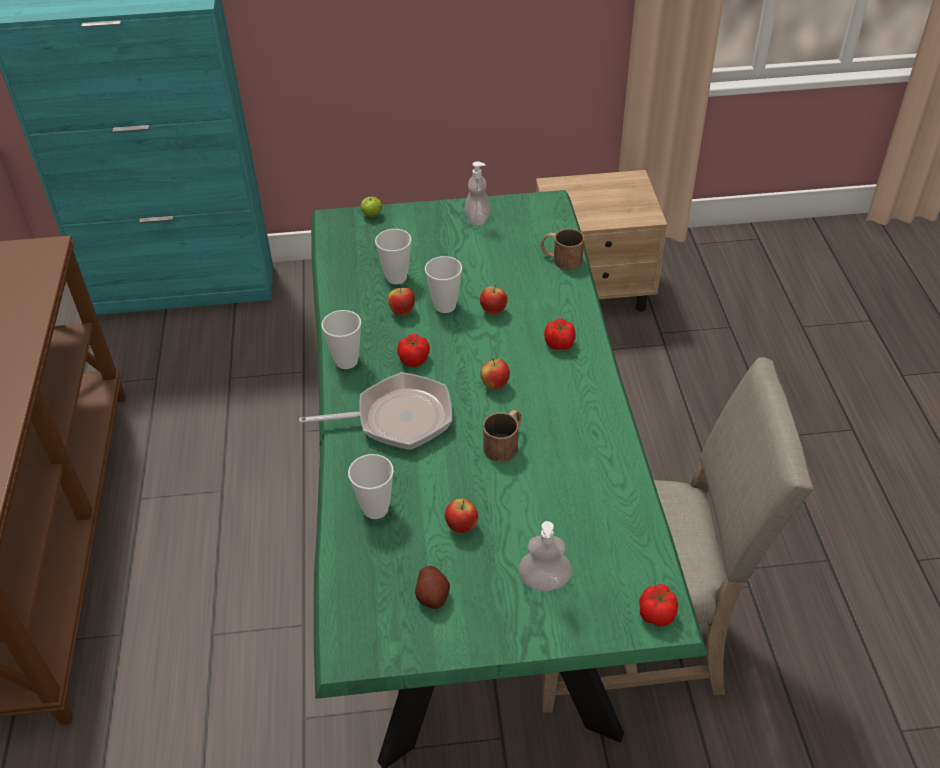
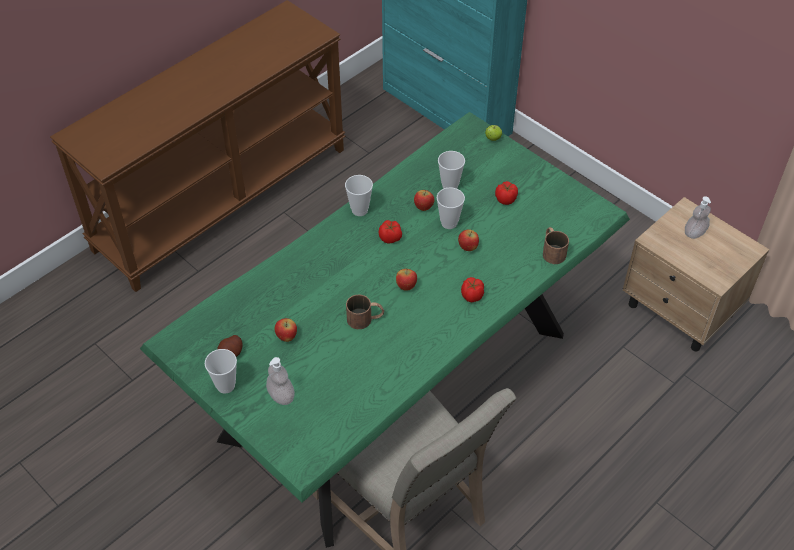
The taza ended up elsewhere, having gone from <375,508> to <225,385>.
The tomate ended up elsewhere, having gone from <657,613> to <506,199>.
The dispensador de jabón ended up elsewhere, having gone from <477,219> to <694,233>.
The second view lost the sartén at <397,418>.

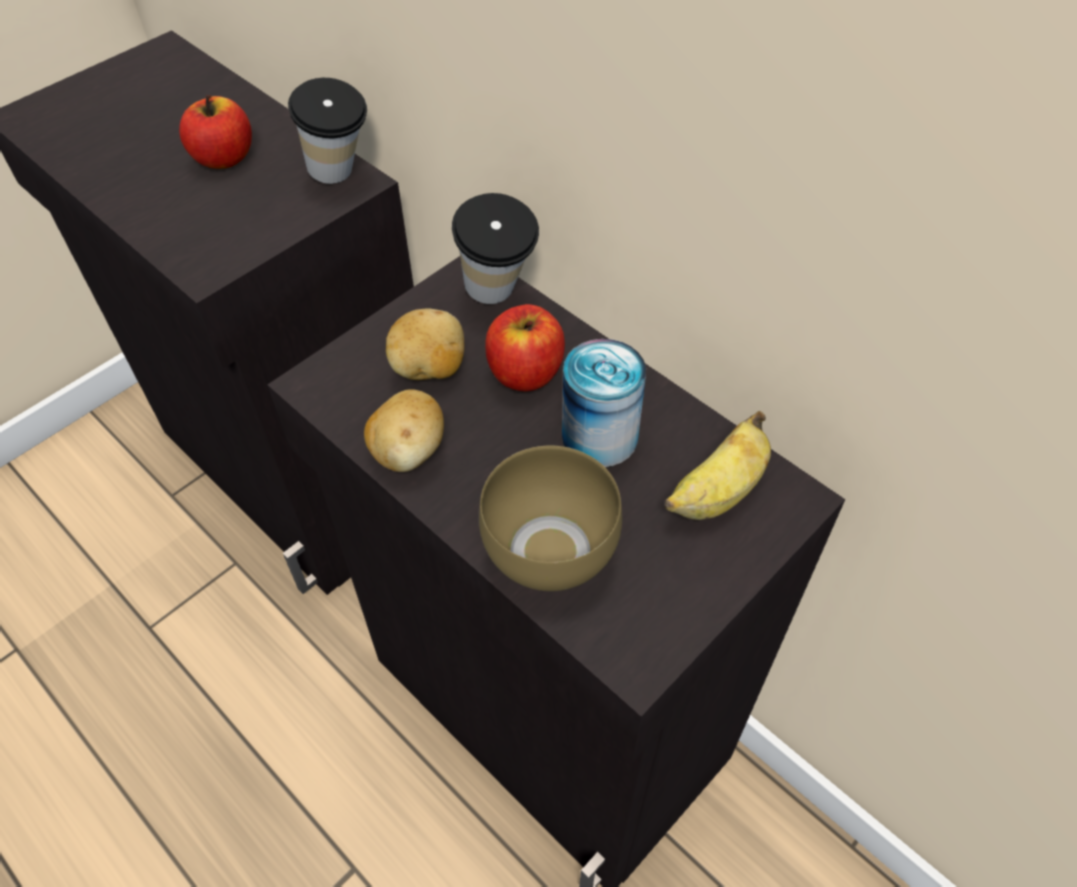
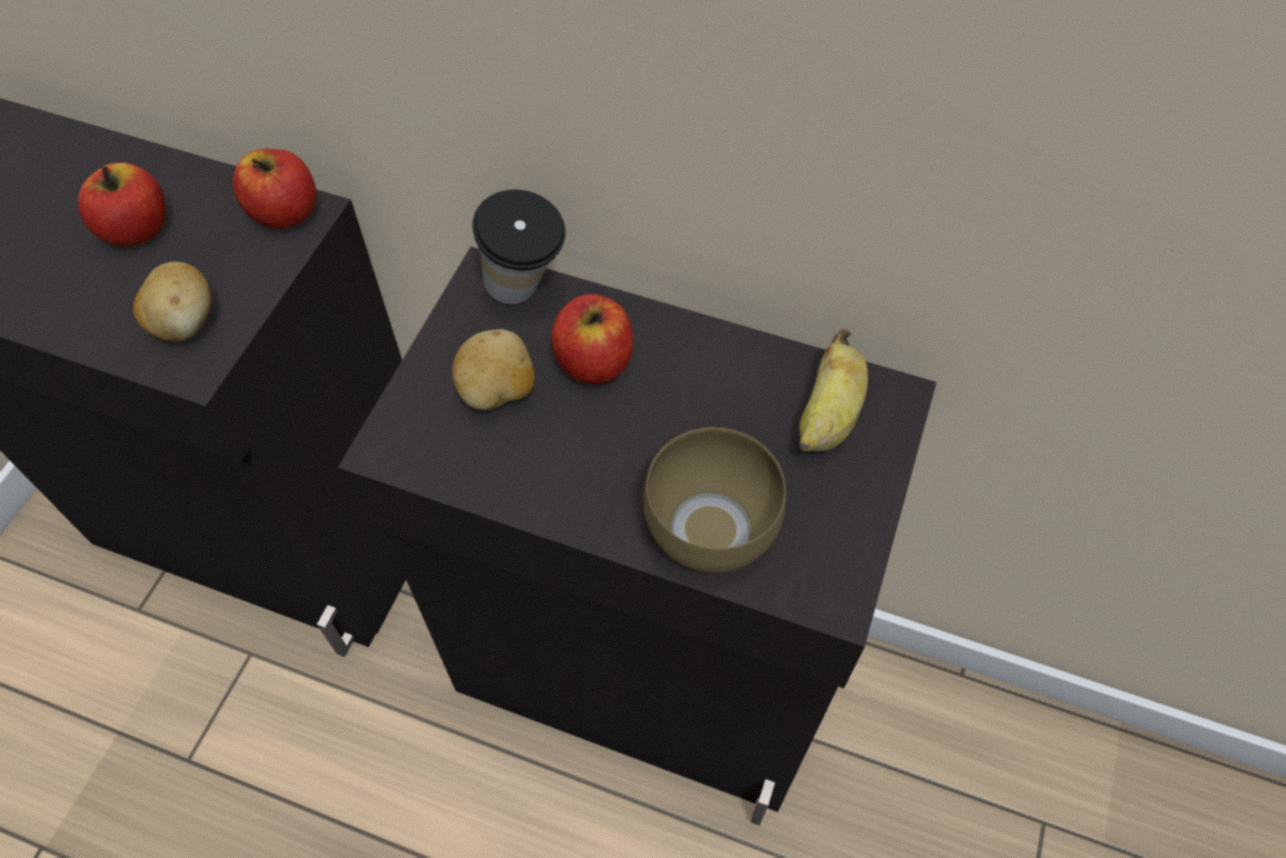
The patata ended up elsewhere, having gone from <409,452> to <185,323>.
Where the taza stood at <341,177>, the manzana came to stand at <285,212>.
The second view lost the lata at <599,436>.

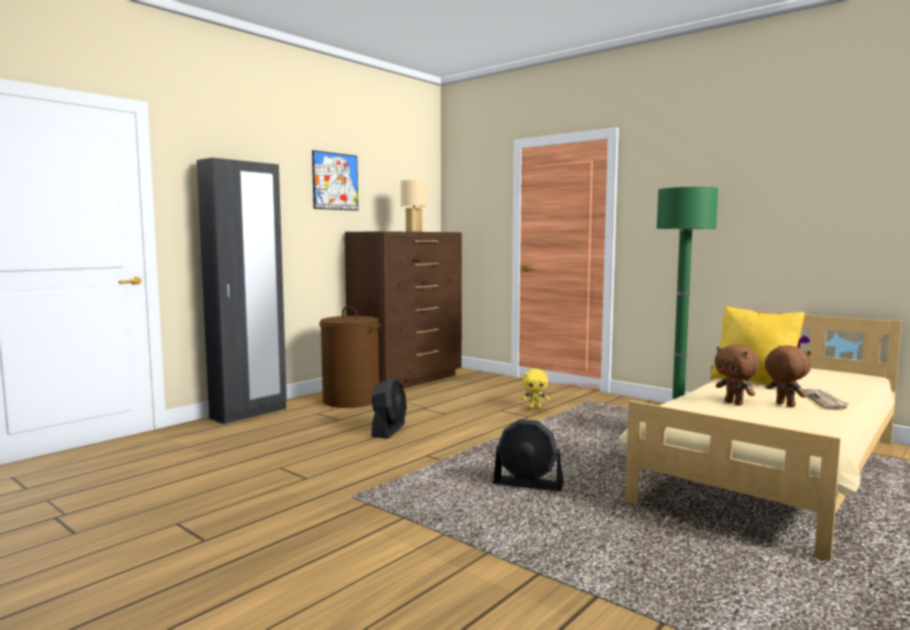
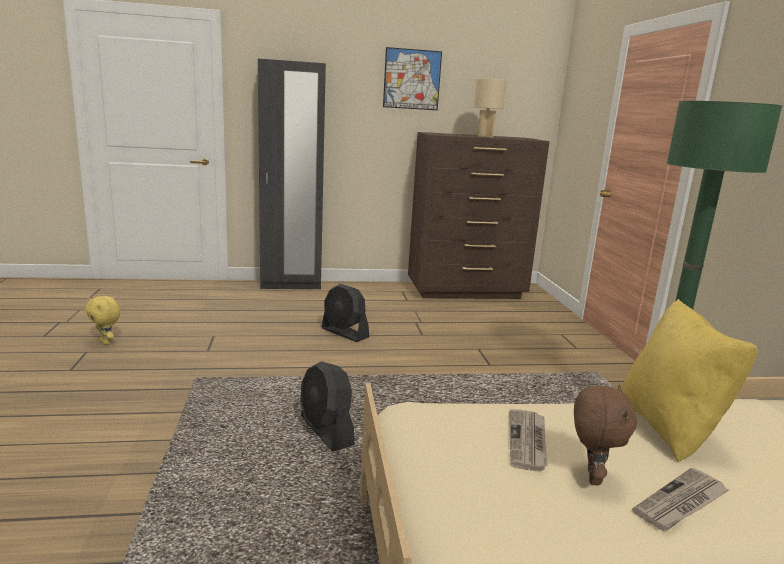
The peluche [amarillo] ended up elsewhere, having gone from <535,408> to <106,342>.
The ventilador [negro] at <389,430> ended up facing another way, 75 degrees clockwise from before.
Where the peluche [marrón] stood at <734,403>, the periódico came to stand at <528,442>.
The second view lost the cesto de la ropa [marrón] at <351,400>.

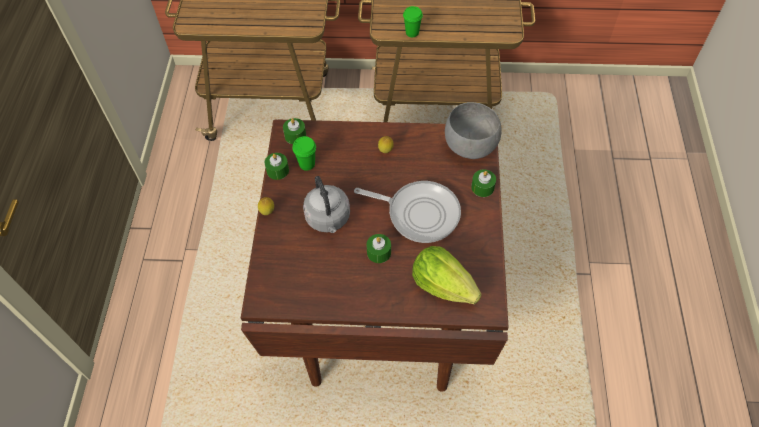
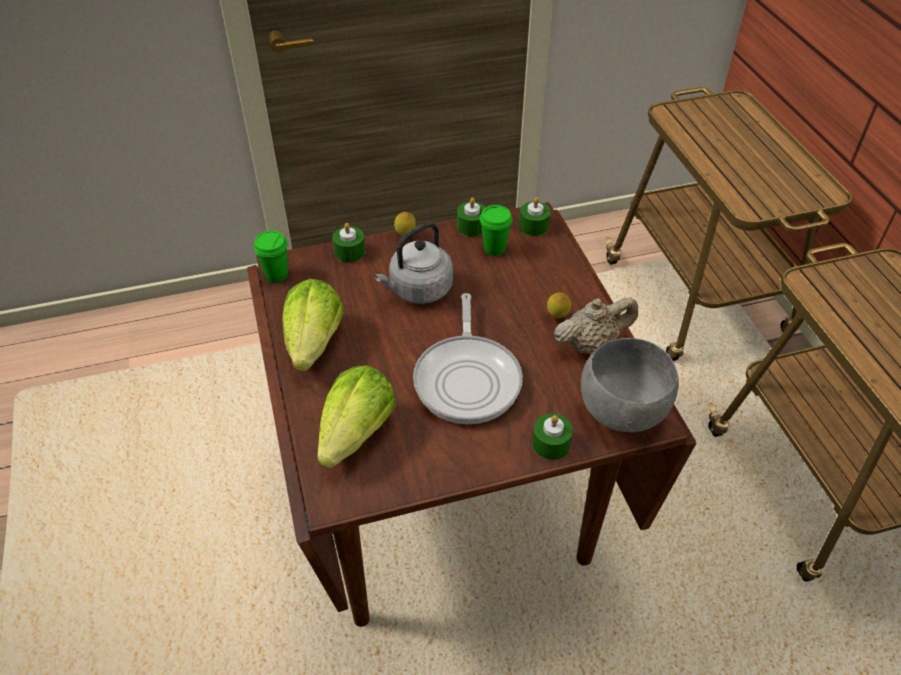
The taza [verde] ended up elsewhere, having gone from <412,32> to <276,275>.
The second view gained the lechuga at <314,343>.
The vela [verde] ended up elsewhere, having gone from <379,252> to <350,252>.
The second view gained the tetera [beis] at <591,344>.

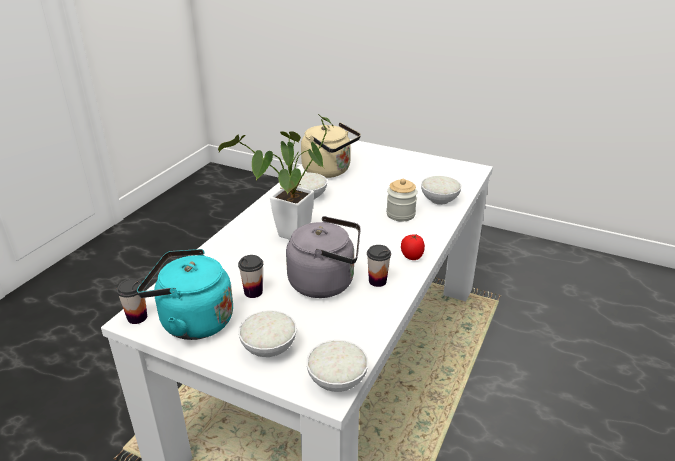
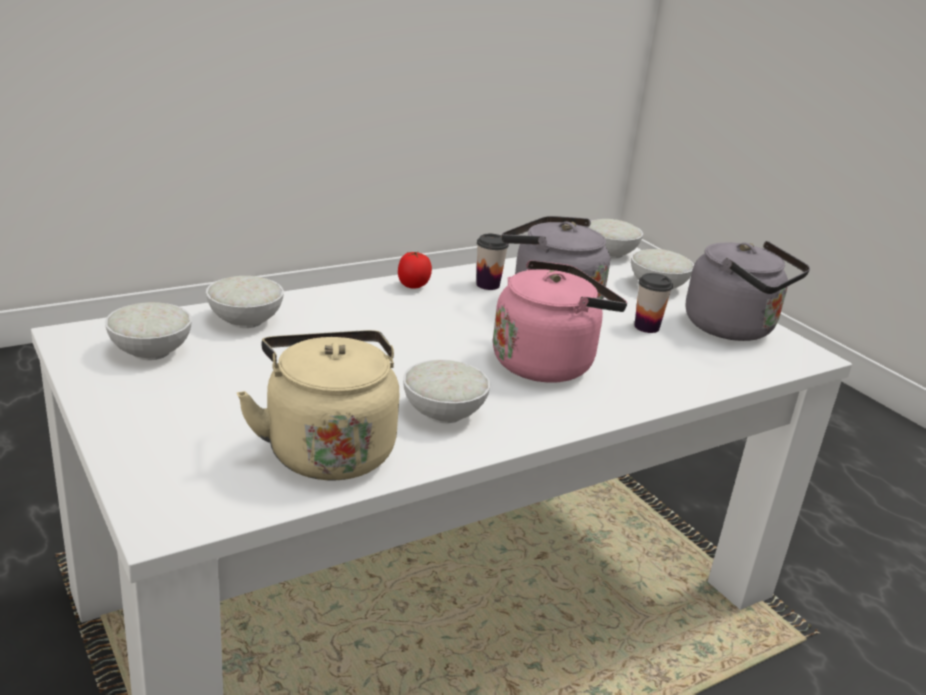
The second view gained the cuenco [blanco] at <150,351>.
Where the planta en maceta stood at <289,237>, the hervidor [rosa] came to stand at <547,363>.
What was the hervidor [turquesa] at <192,321> turned into the hervidor [gris] at <734,329>.
The second view lost the taza at <137,317>.
The second view lost the tarro at <400,214>.

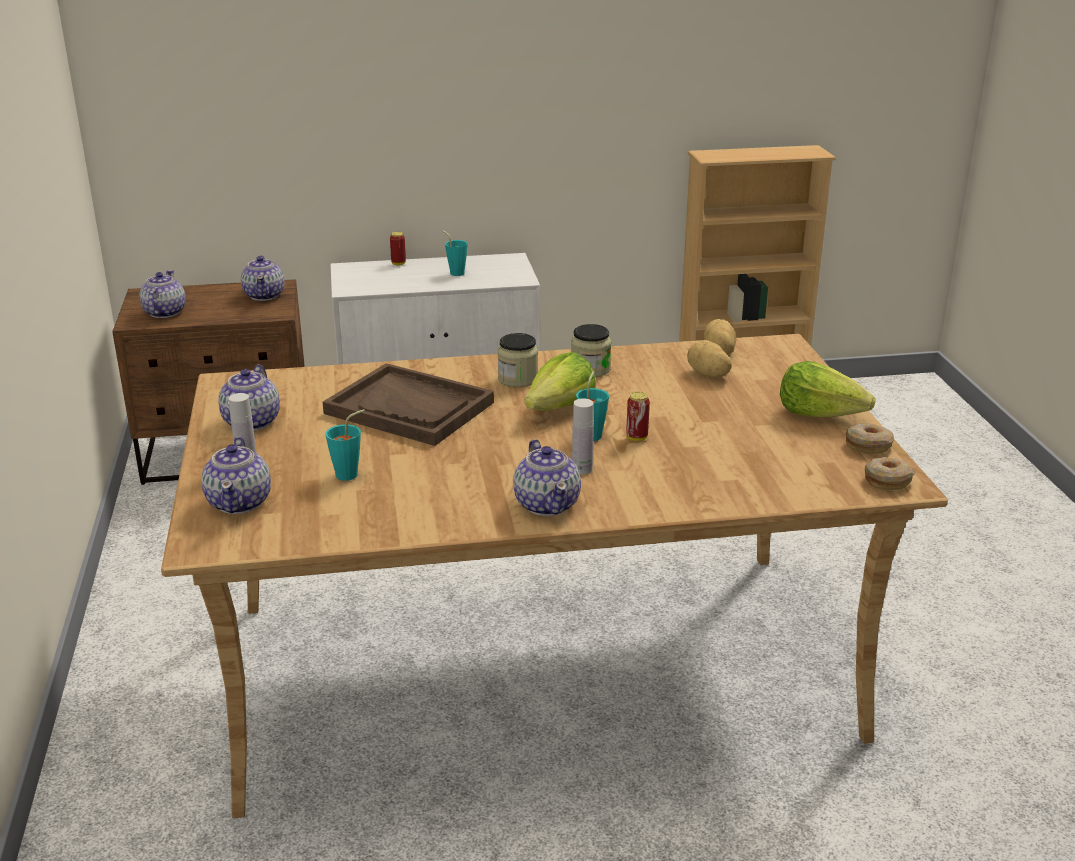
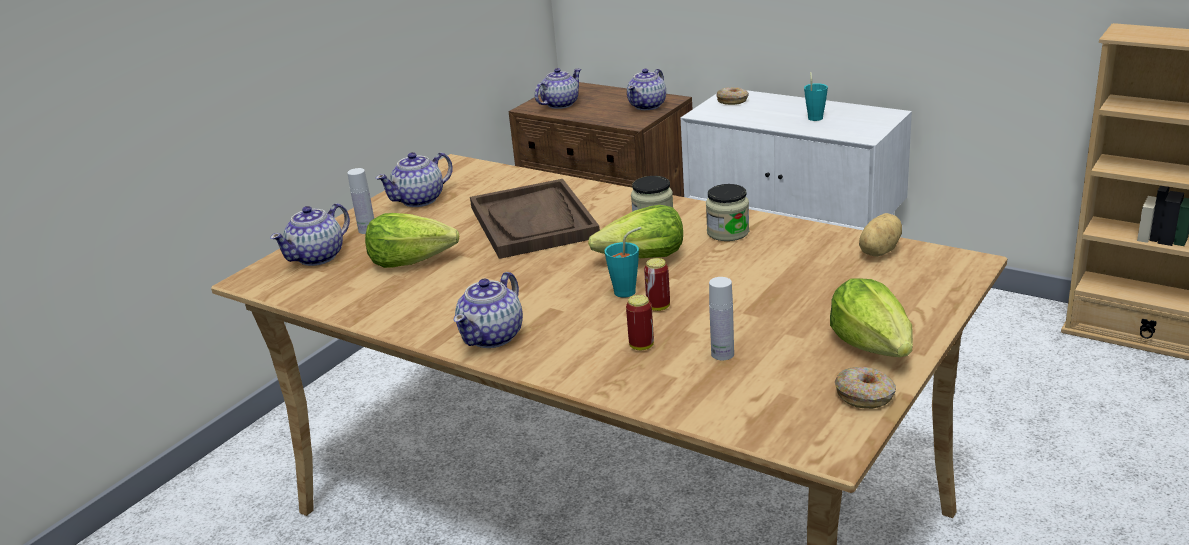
Where the taza [turquesa] stood at <351,473>, the lechuga came to stand at <412,260>.
The lata ended up elsewhere, having gone from <398,264> to <641,346>.
The botella [blanco] ended up elsewhere, having gone from <582,469> to <722,354>.
The rosquilla ended up elsewhere, having gone from <887,480> to <732,101>.
The second view lost the patata at <708,374>.

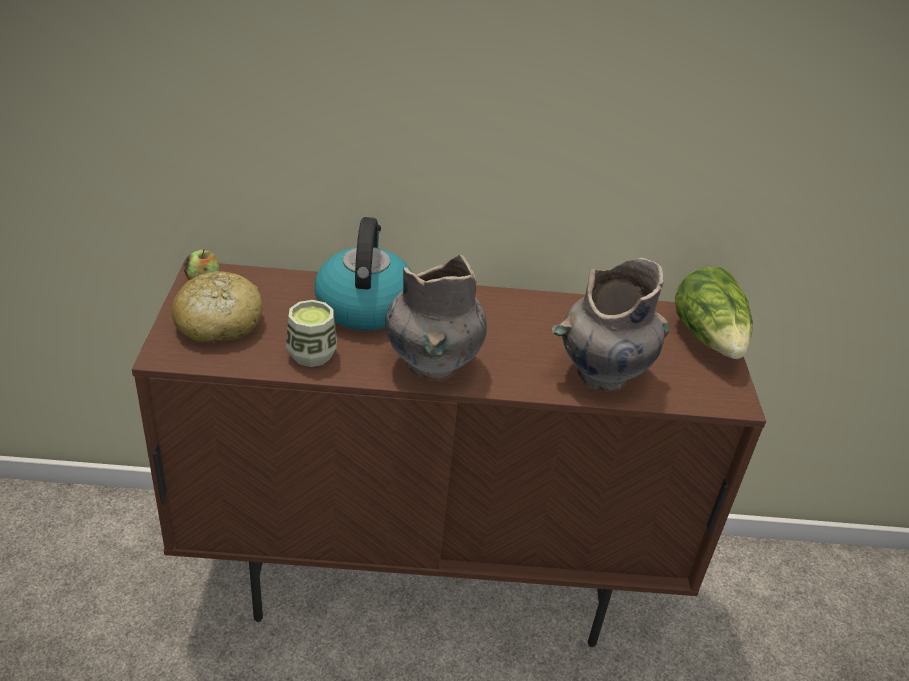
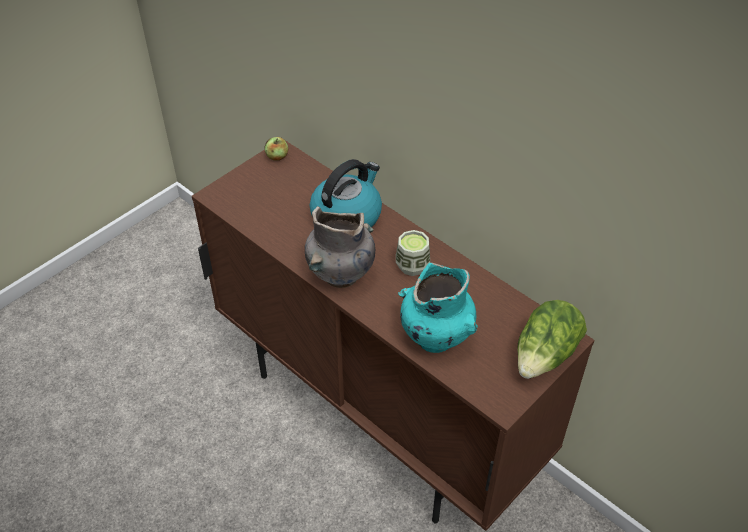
The taza ended up elsewhere, having gone from <311,354> to <412,265>.
What was the florero [gris] at <601,375> turned into the florero [turquesa] at <434,337>.
The second view lost the pan at <218,323>.

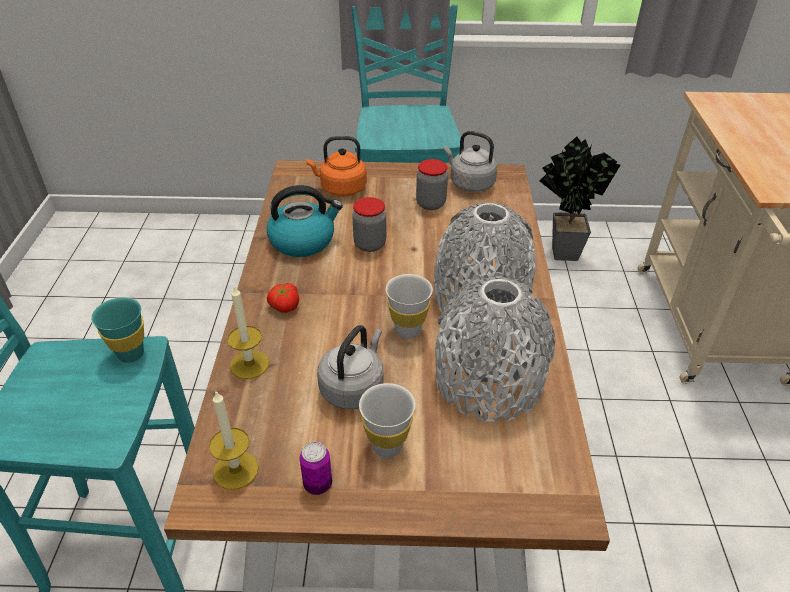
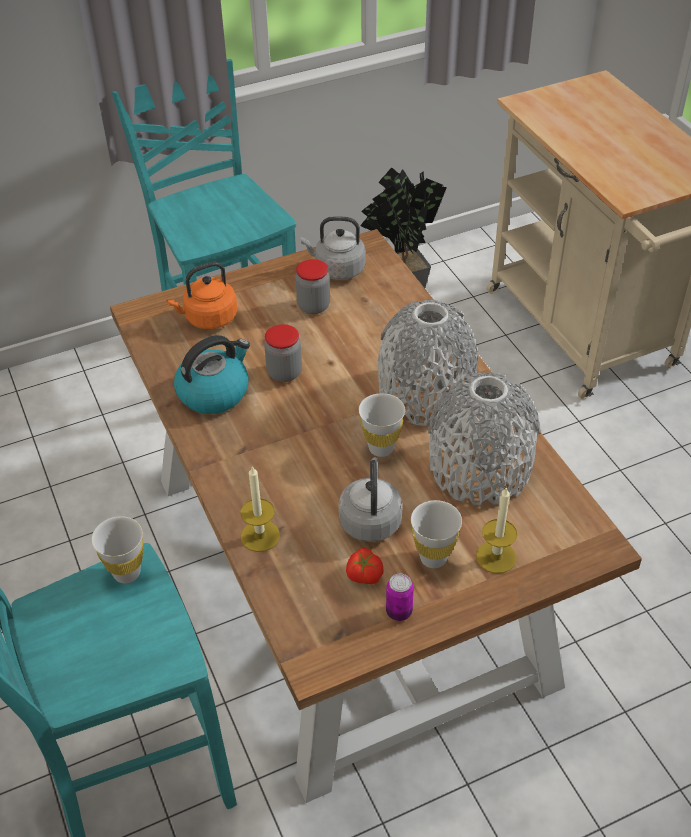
What was the taza [turquesa] at <131,354> turned into the taza [blanco] at <127,573>.
The tomate ended up elsewhere, having gone from <284,306> to <364,575>.
The vela ended up elsewhere, having gone from <236,470> to <496,557>.

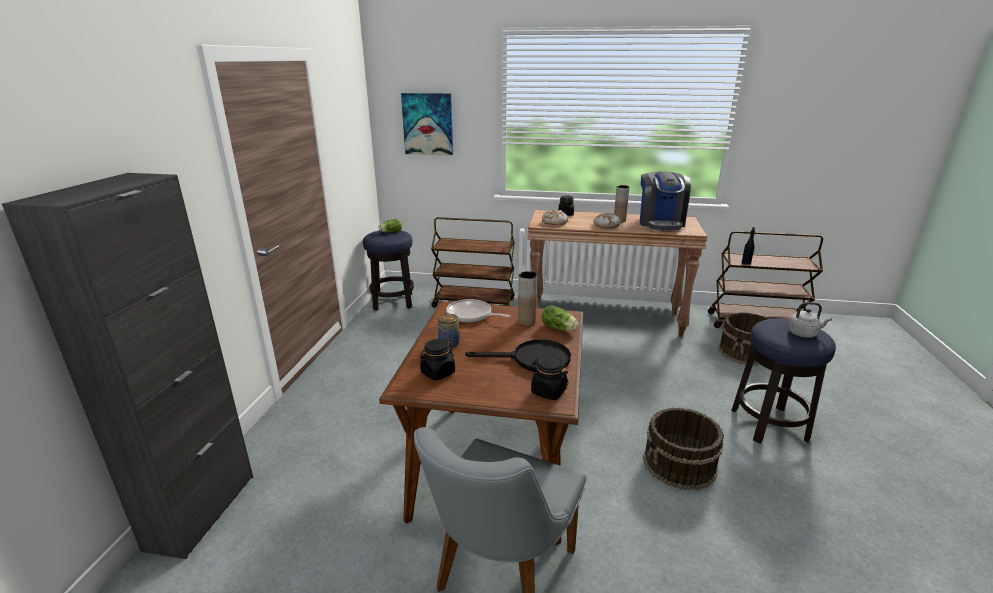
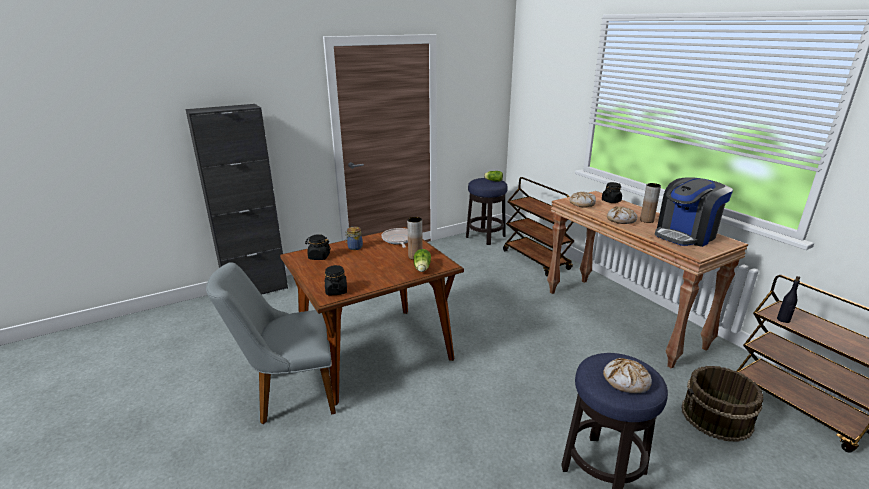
Where the hervidor [gris] stood at <804,333>, the pan came to stand at <626,381>.
The second view lost the cuadro at <428,124>.
The second view lost the sartén [negro] at <533,360>.
The second view lost the cubo [marrón] at <679,464>.

